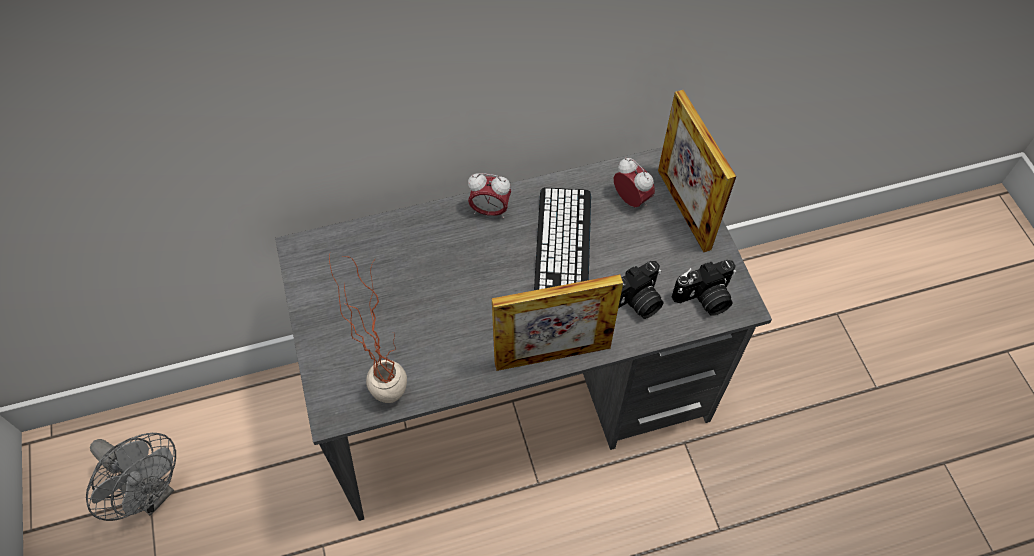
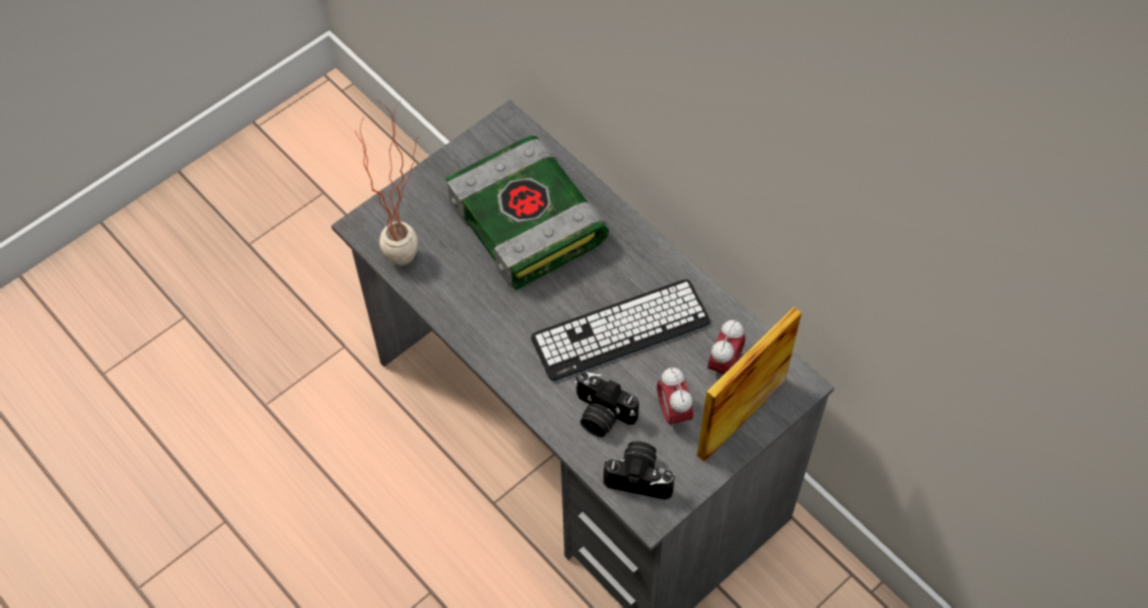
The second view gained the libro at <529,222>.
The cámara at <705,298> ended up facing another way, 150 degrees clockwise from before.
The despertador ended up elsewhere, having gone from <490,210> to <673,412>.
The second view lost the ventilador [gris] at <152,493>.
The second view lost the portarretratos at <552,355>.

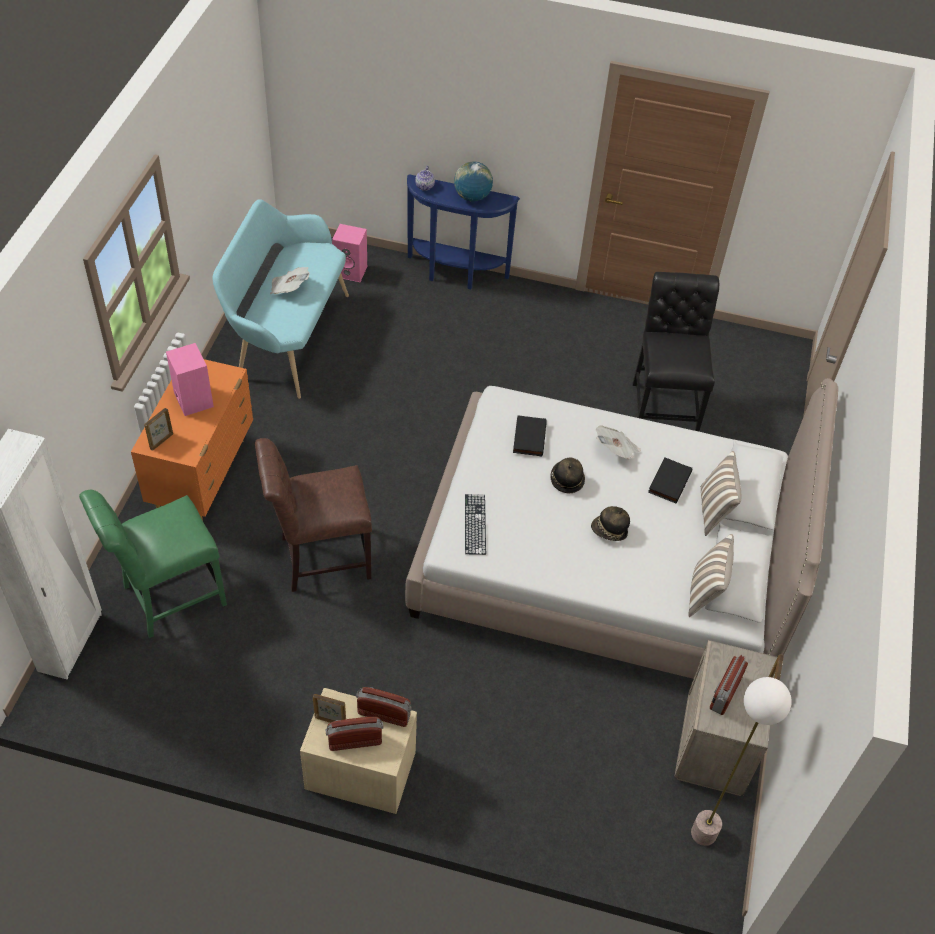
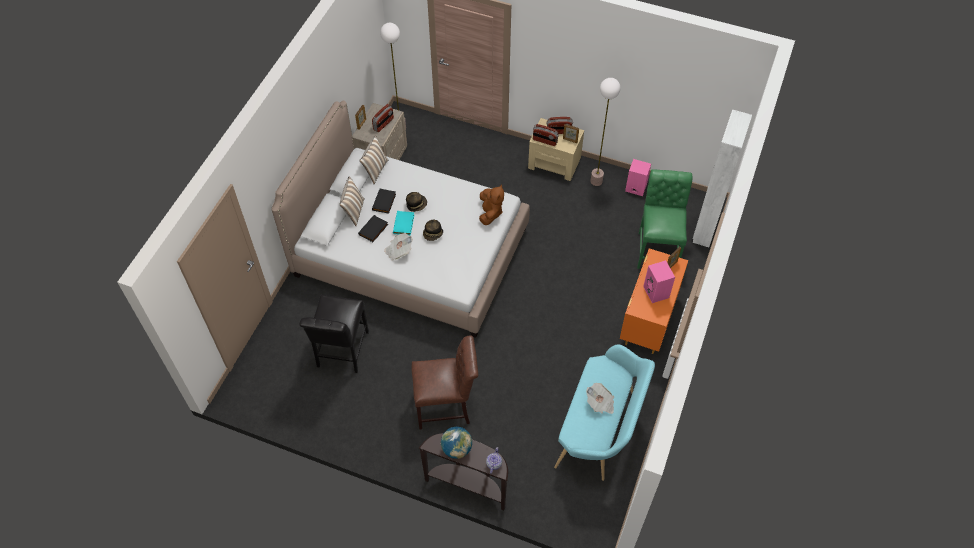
The libro [negro] ended up elsewhere, having gone from <528,437> to <384,202>.
The second view gained the libro [turquesa] at <404,224>.
The silla [marrón] ended up elsewhere, having gone from <319,558> to <446,407>.
What was the mesa consola [azul] at <455,275> turned into the mesa consola [marrón] at <468,485>.
Where the teclado stood at <475,524>, the peluche [marrón] came to stand at <490,213>.
The second view gained the lámpara de pie at <596,181>.
The altavoz [rosa] ended up elsewhere, having gone from <351,271> to <635,188>.
The silla [verde] at <168,597> ended up facing another way, 60 degrees counterclockwise from before.

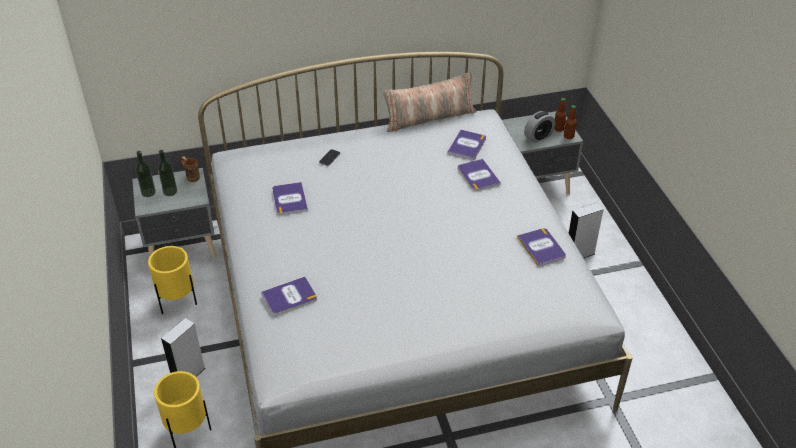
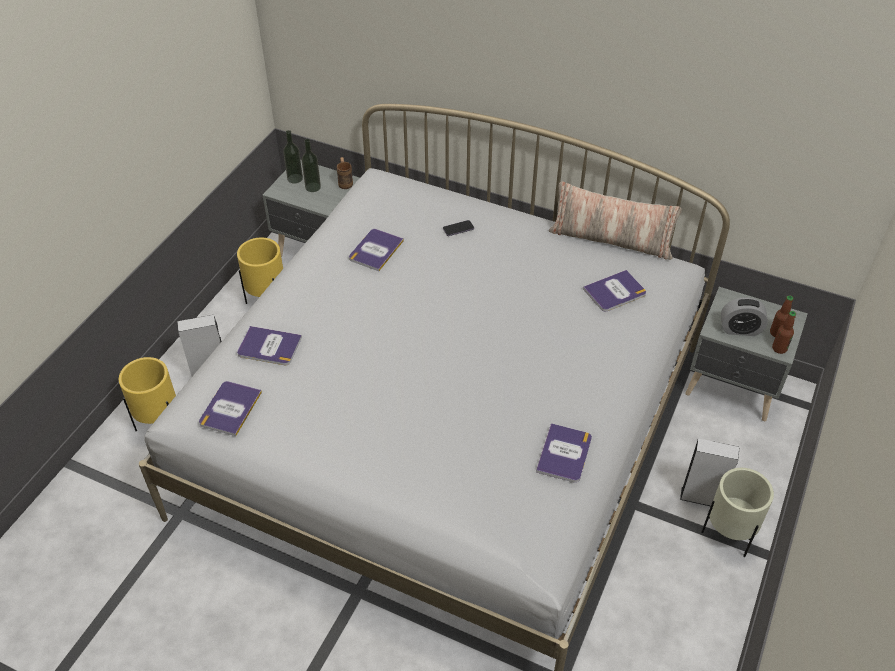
The libro ended up elsewhere, having gone from <478,175> to <230,408>.
The second view gained the maceta [beis] at <728,536>.

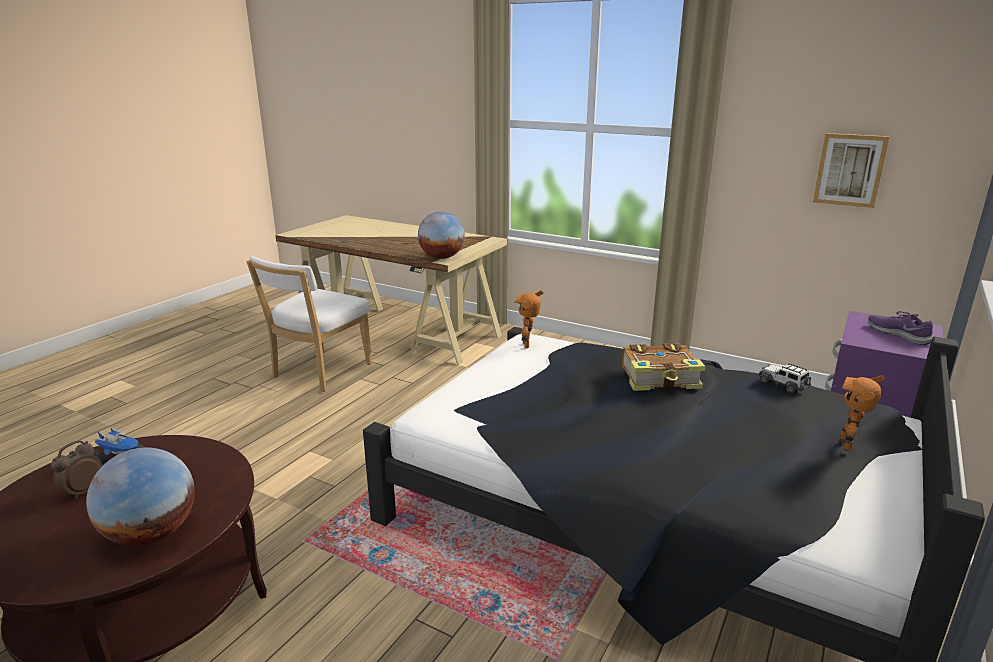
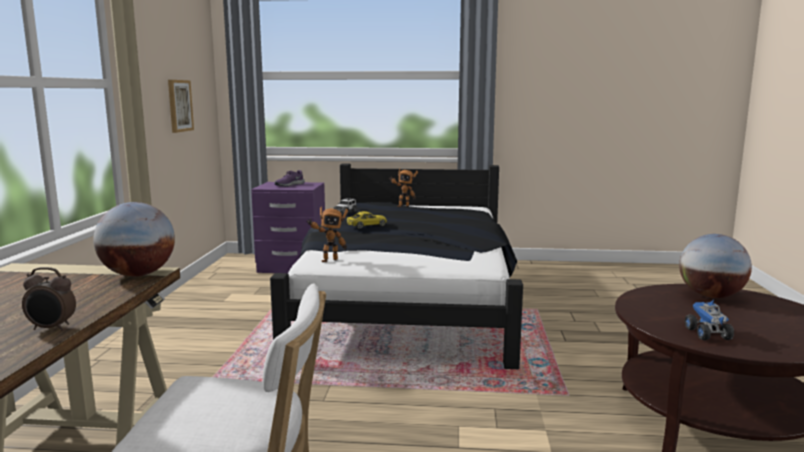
The despertador ended up elsewhere, having gone from <83,492> to <52,328>.
Where the libro stood at <661,378>, the coche de juguete [amarillo] came to stand at <367,225>.

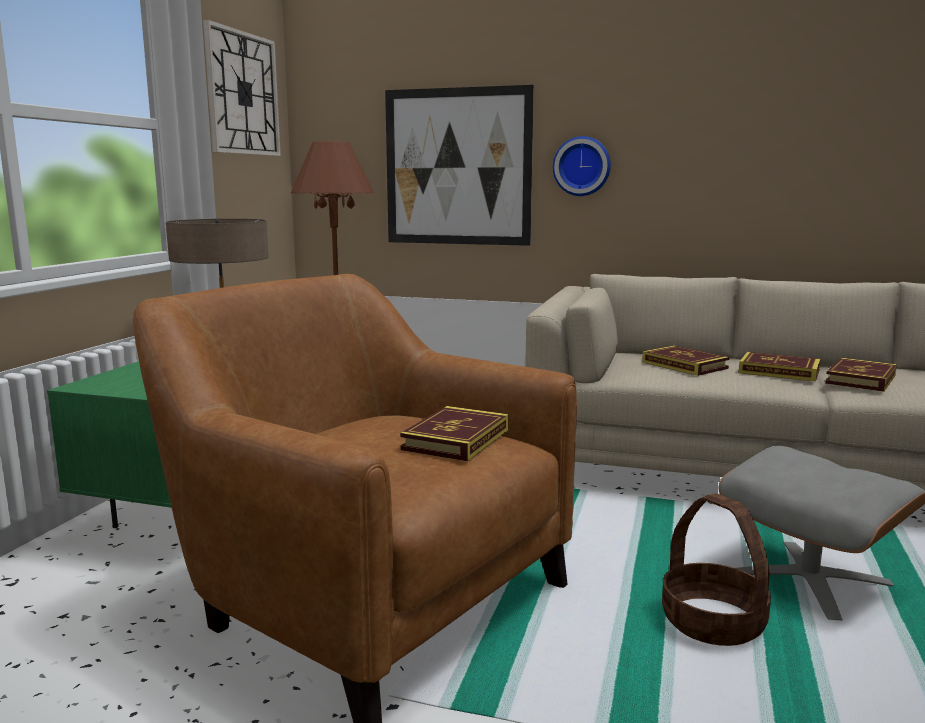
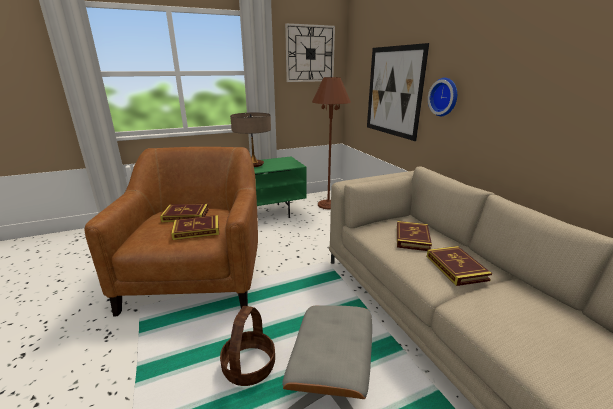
The libro ended up elsewhere, having gone from <860,379> to <186,215>.

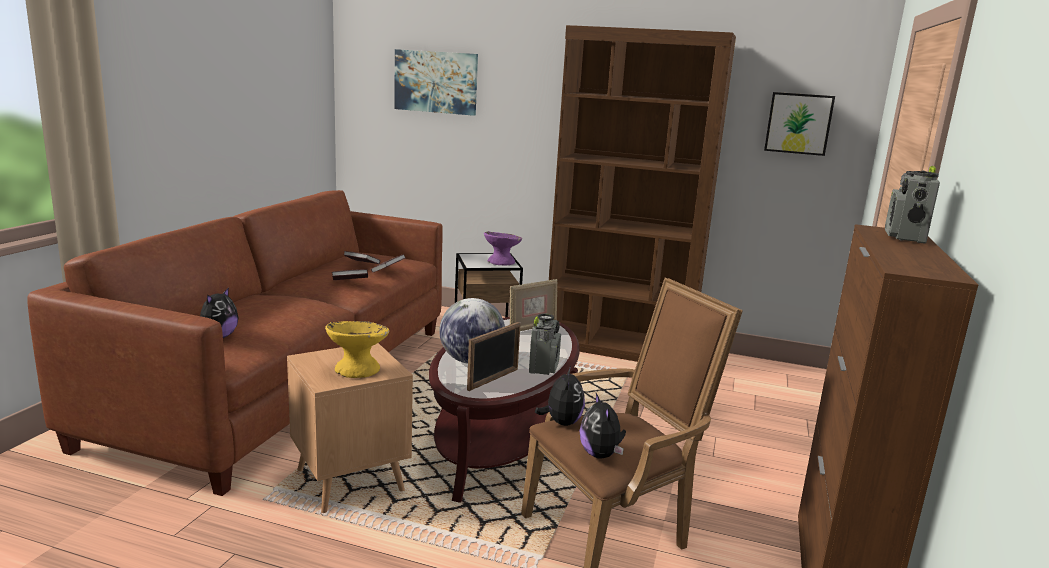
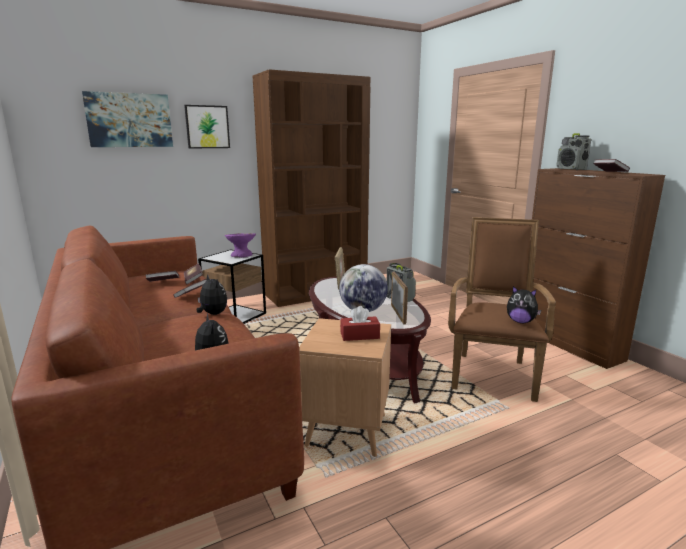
The cuadro ended up elsewhere, having gone from <798,123> to <207,127>.
The peluche ended up elsewhere, having gone from <561,422> to <212,314>.
Where the cuenco [amarillo] stood at <357,369>, the caja de pañuelos [rojo] came to stand at <359,335>.
The second view gained the libro at <609,172>.

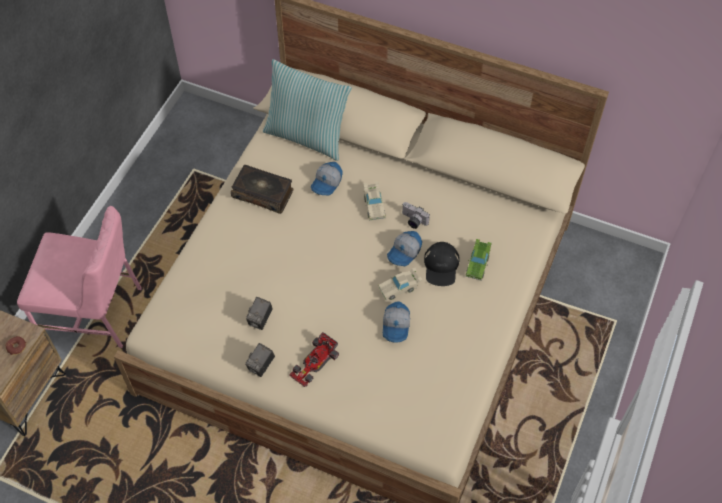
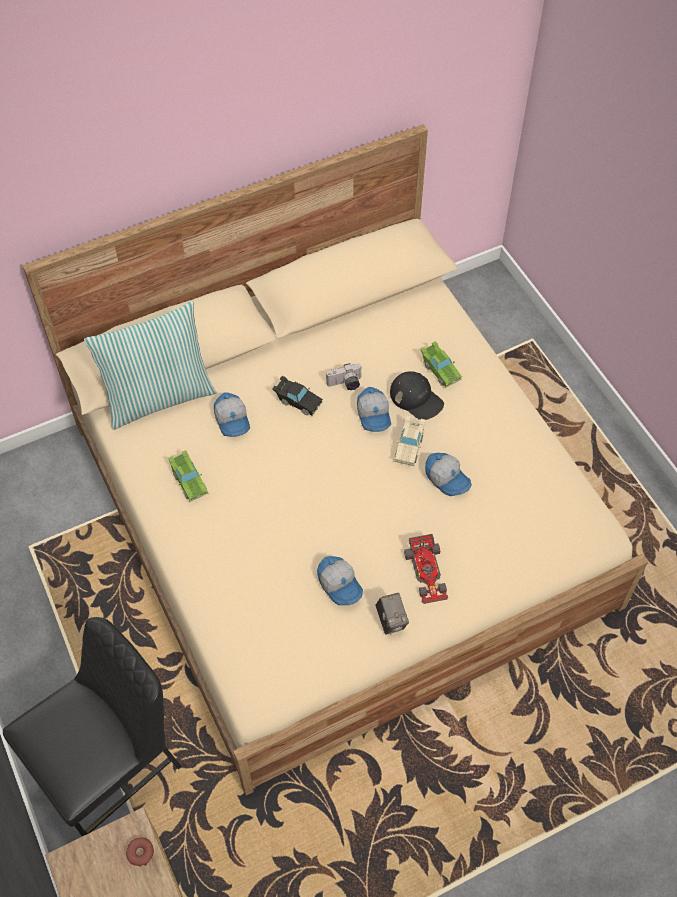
What was the silla [rosa] at <94,312> turned into the silla [negro] at <110,766>.
Where the libro stood at <263,193>, the coche de juguete [verde] came to stand at <189,481>.
What was the coche de juguete [beis] at <374,205> turned into the coche de juguete [negro] at <297,401>.
Where the cámara stood at <260,320>, the gorra came to stand at <340,584>.

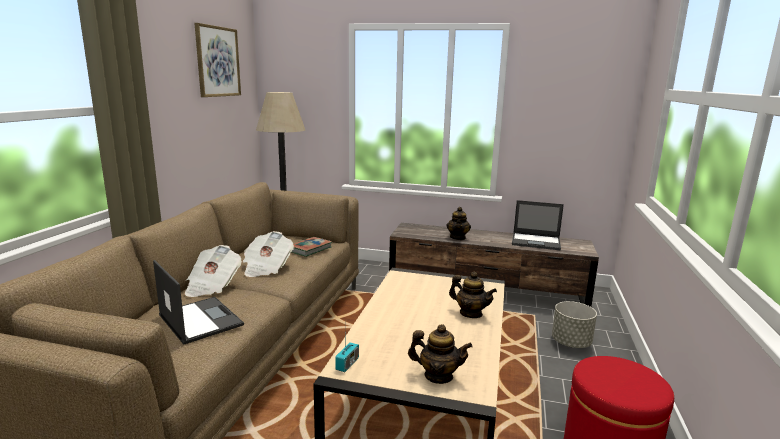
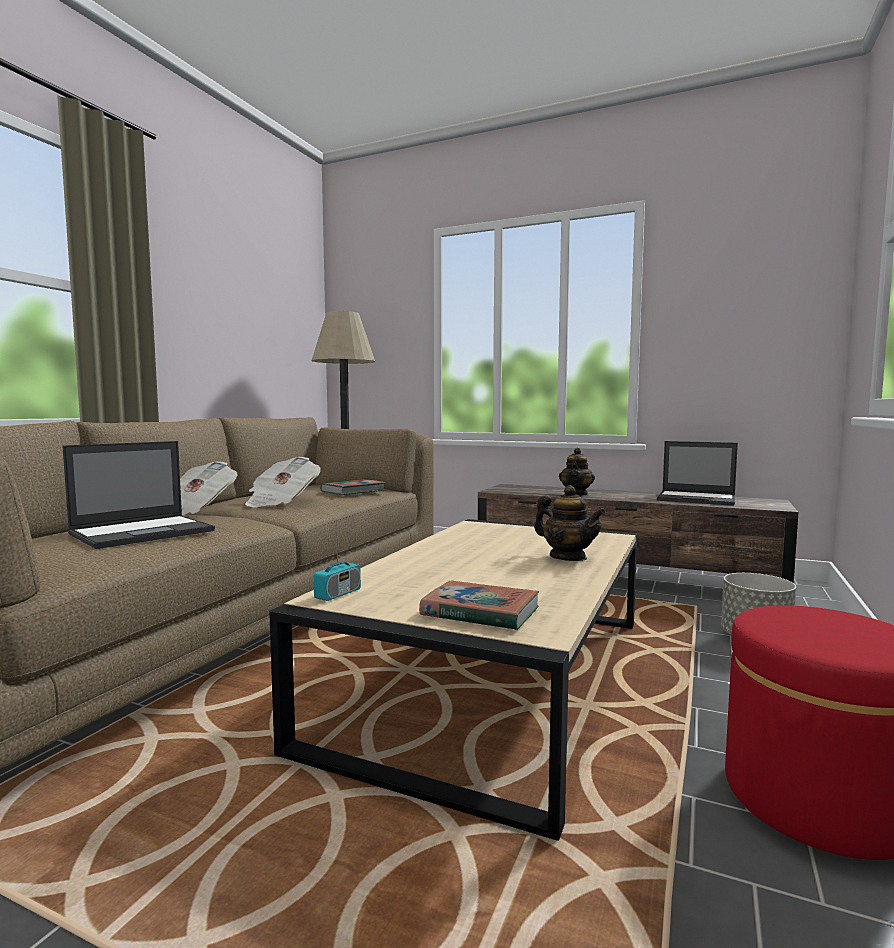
The portátil at <199,319> ended up facing another way, 75 degrees clockwise from before.
Where the tetera stood at <438,376>, the libro came to stand at <480,612>.
The second view lost the cuadro at <217,61>.

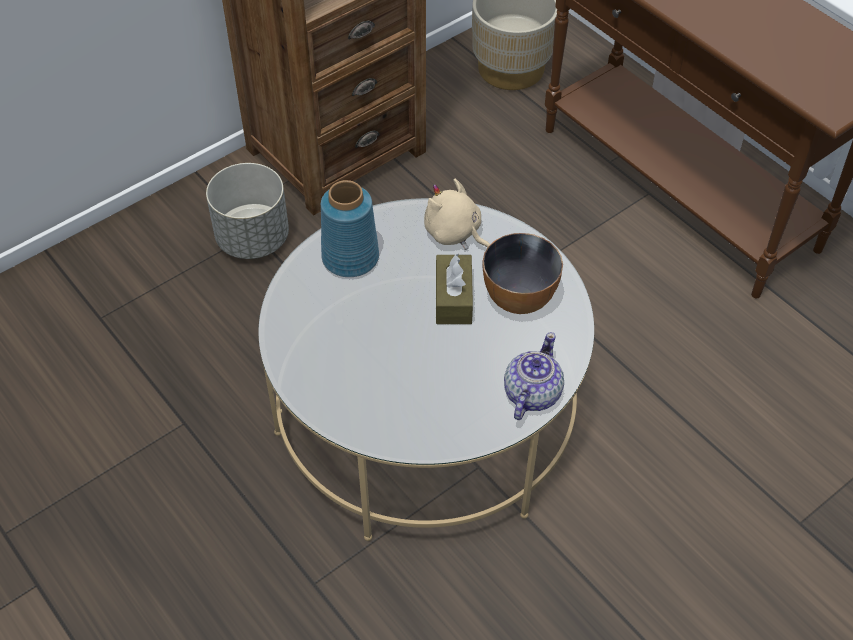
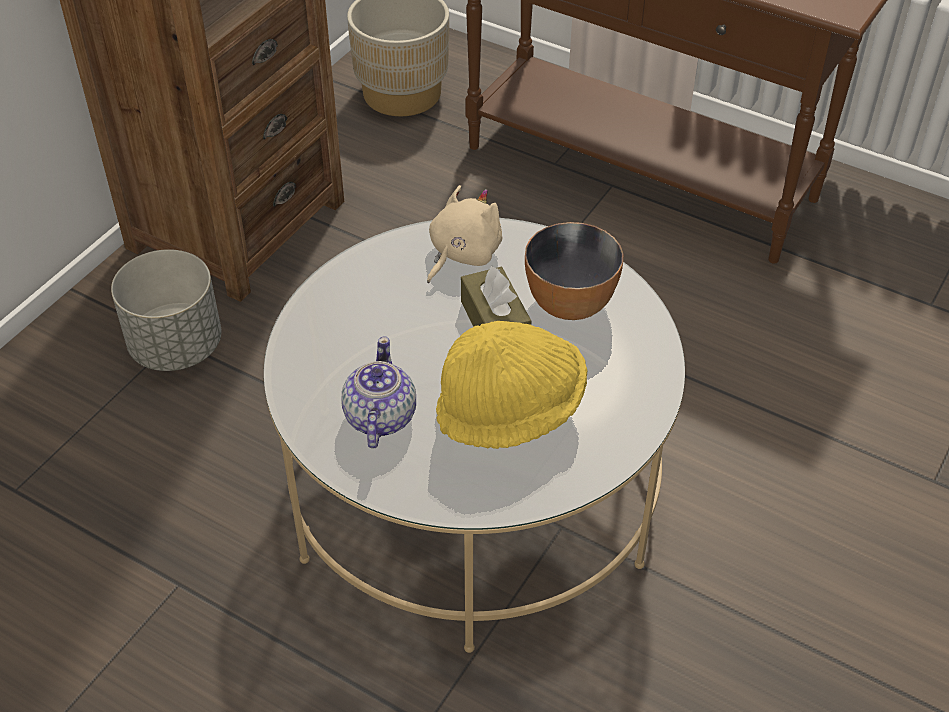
The tetera ended up elsewhere, having gone from <531,394> to <379,418>.
The peluche [beis] at <455,234> ended up facing another way, 105 degrees clockwise from before.
The second view gained the sombrero [amarillo] at <511,410>.
The second view lost the florero [azul] at <350,258>.

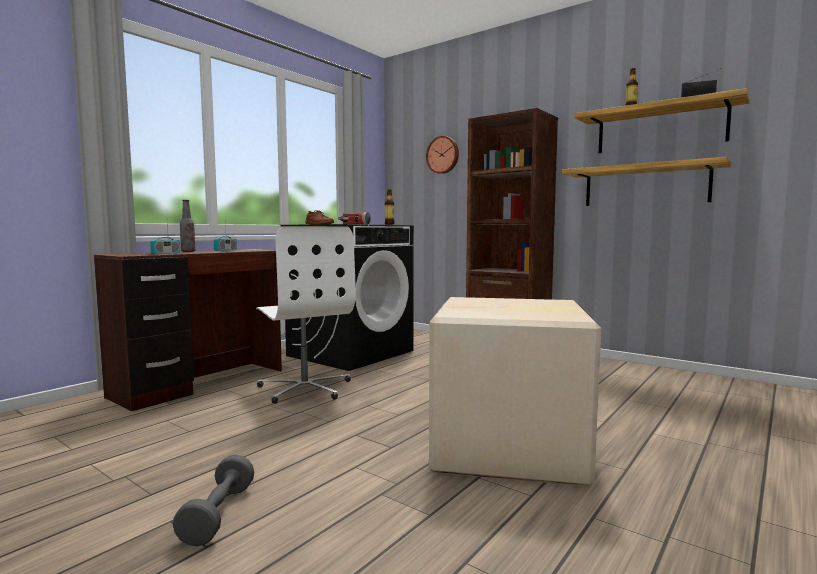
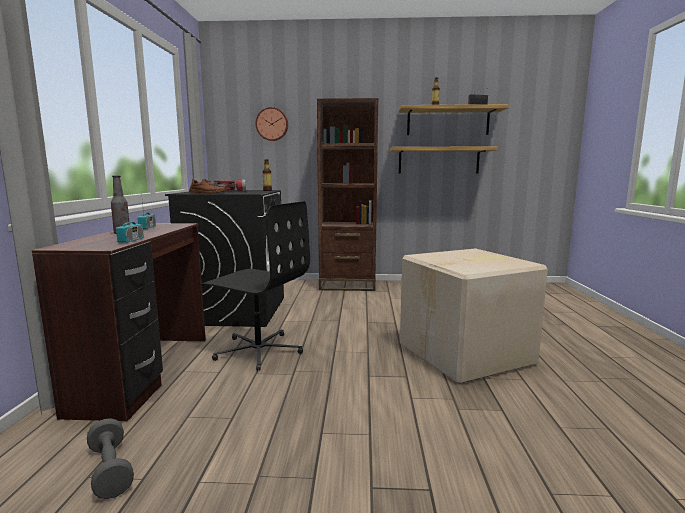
The mancuerna [gris] ended up elsewhere, having gone from <218,514> to <110,470>.
What was the silla de oficina [blanco] at <305,388> turned into the silla de oficina [negro] at <258,350>.

